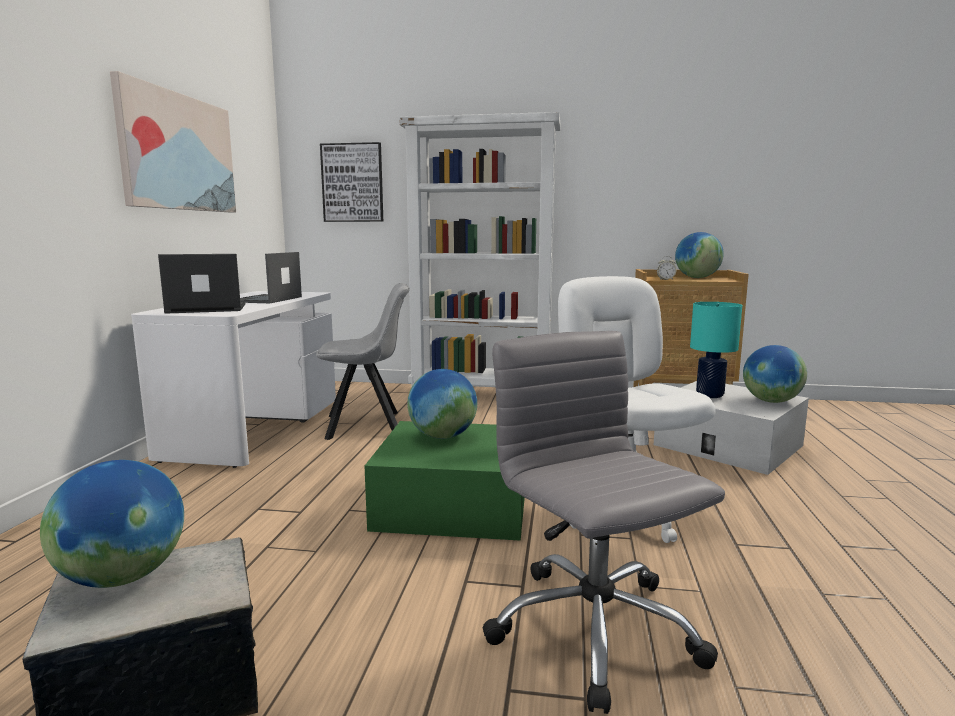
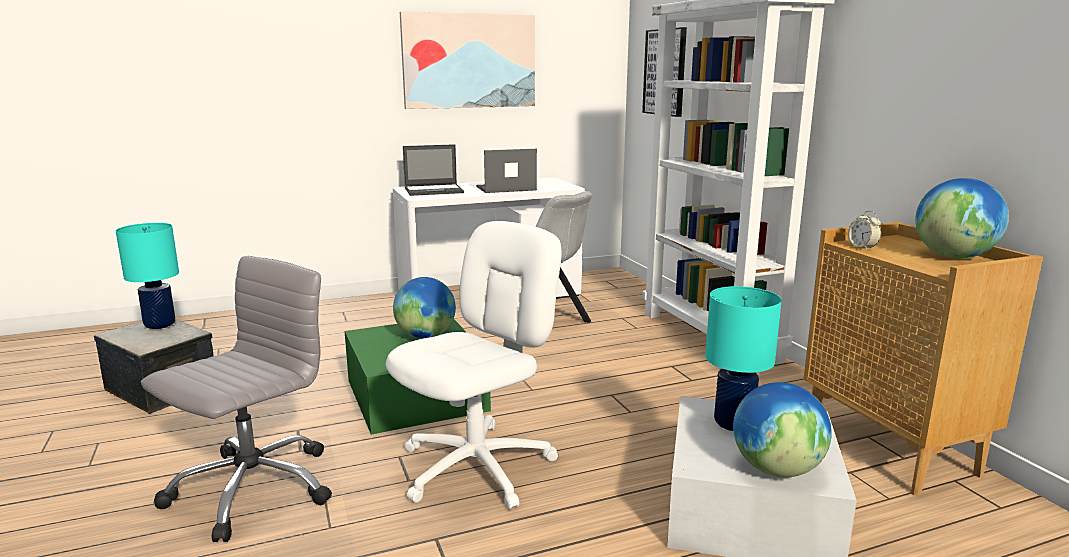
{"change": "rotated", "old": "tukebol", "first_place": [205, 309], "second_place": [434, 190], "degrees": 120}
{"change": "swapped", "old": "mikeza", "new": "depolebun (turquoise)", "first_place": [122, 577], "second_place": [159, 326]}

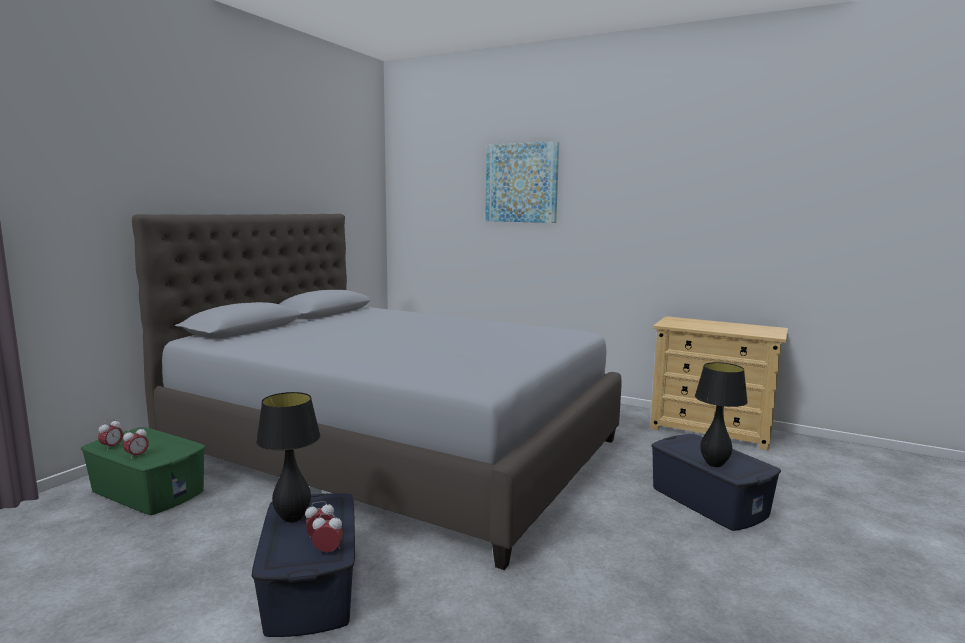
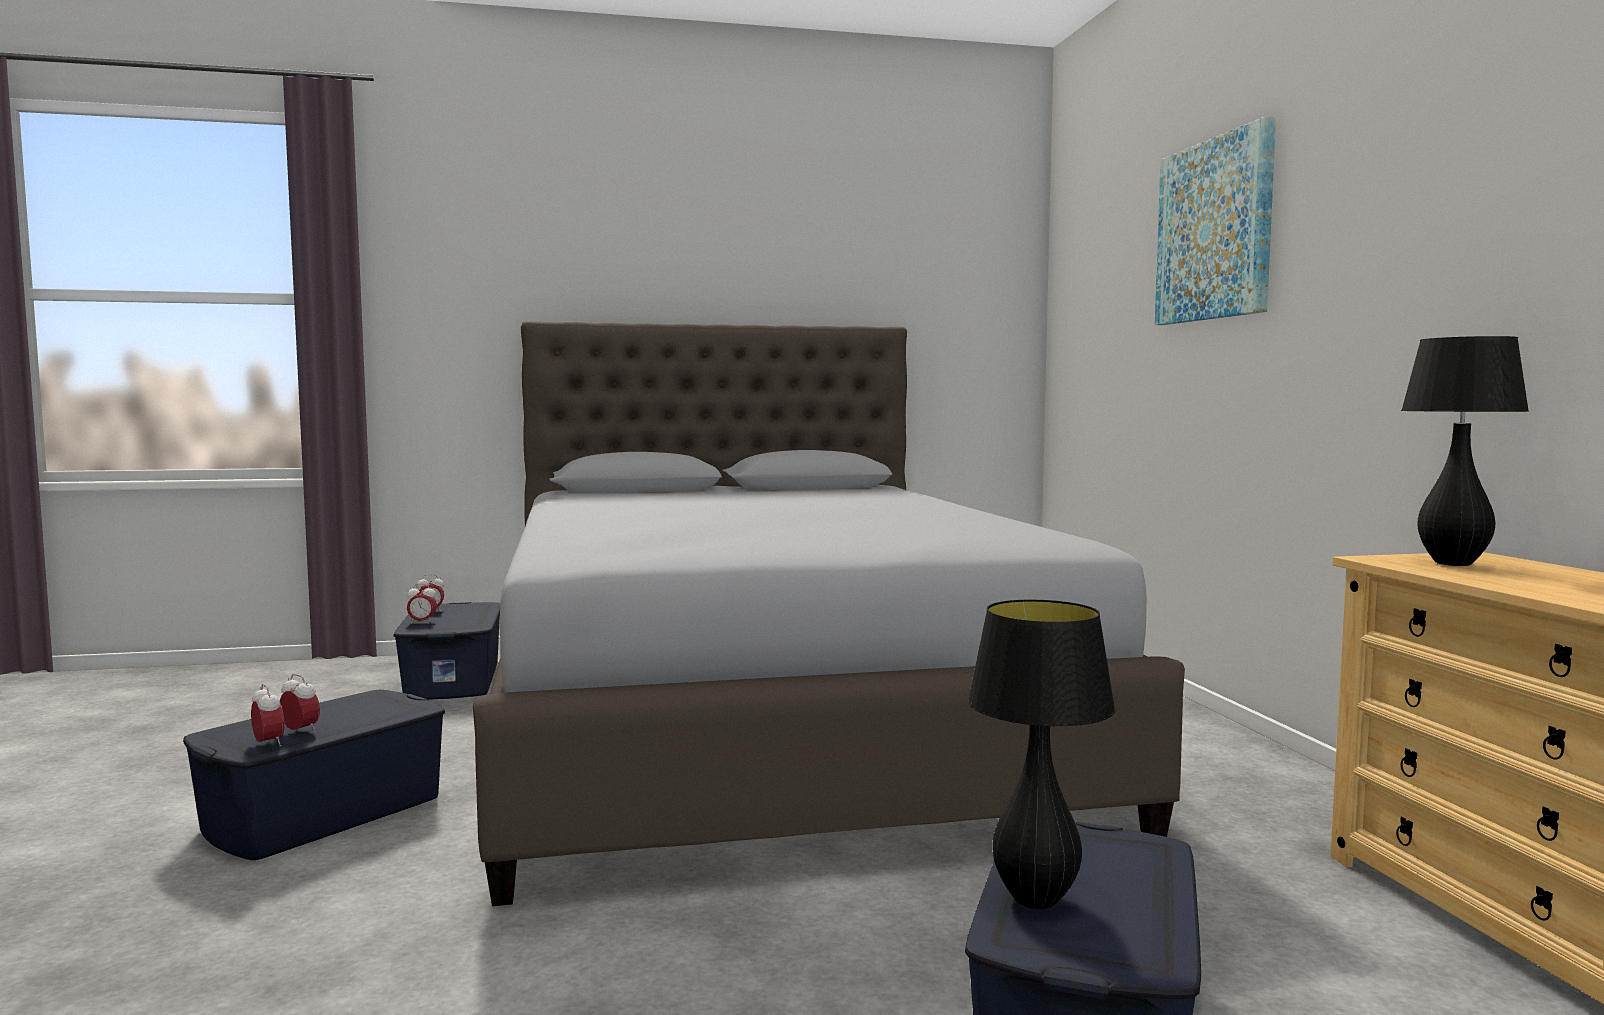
{"change": "shifted", "old": "depolebun (black)", "first_place": [293, 518], "second_place": [1453, 564]}
{"change": "repainted", "old": "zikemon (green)", "new": "zikemon (blue)", "first_place": [148, 491], "second_place": [454, 679]}

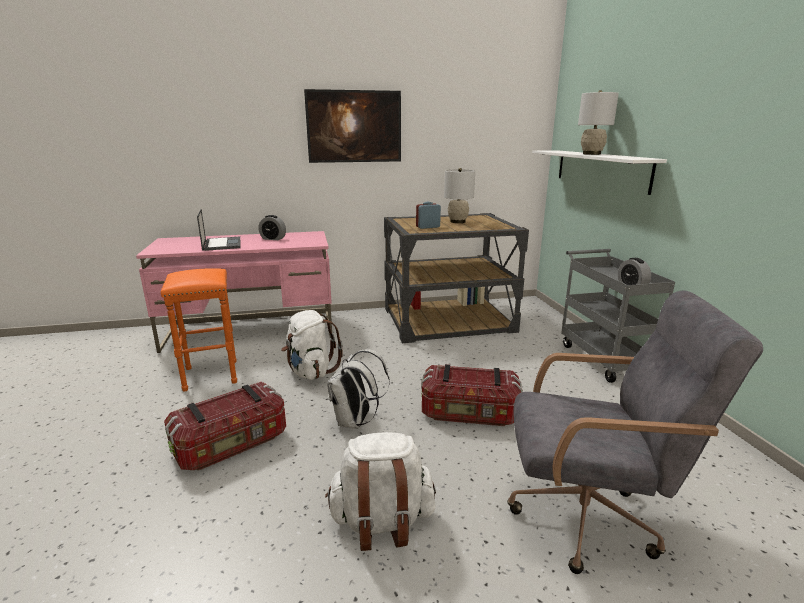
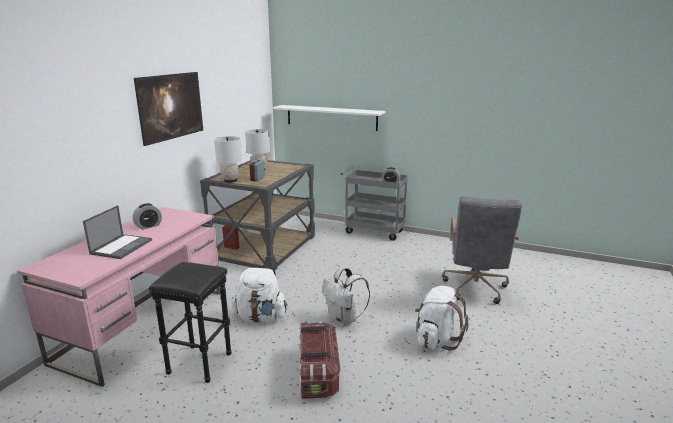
{"change": "shifted", "old": "depolebun (white)", "first_place": [591, 154], "second_place": [230, 180]}
{"change": "rotated", "old": "tukebol", "first_place": [221, 244], "second_place": [122, 246], "degrees": 90}
{"change": "repainted", "old": "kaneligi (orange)", "new": "kaneligi (black)", "first_place": [209, 376], "second_place": [200, 364]}
{"change": "rotated", "old": "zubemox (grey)", "first_place": [590, 519], "second_place": [475, 290], "degrees": 150}
{"change": "gone", "old": "zikemon", "first_place": [469, 414]}

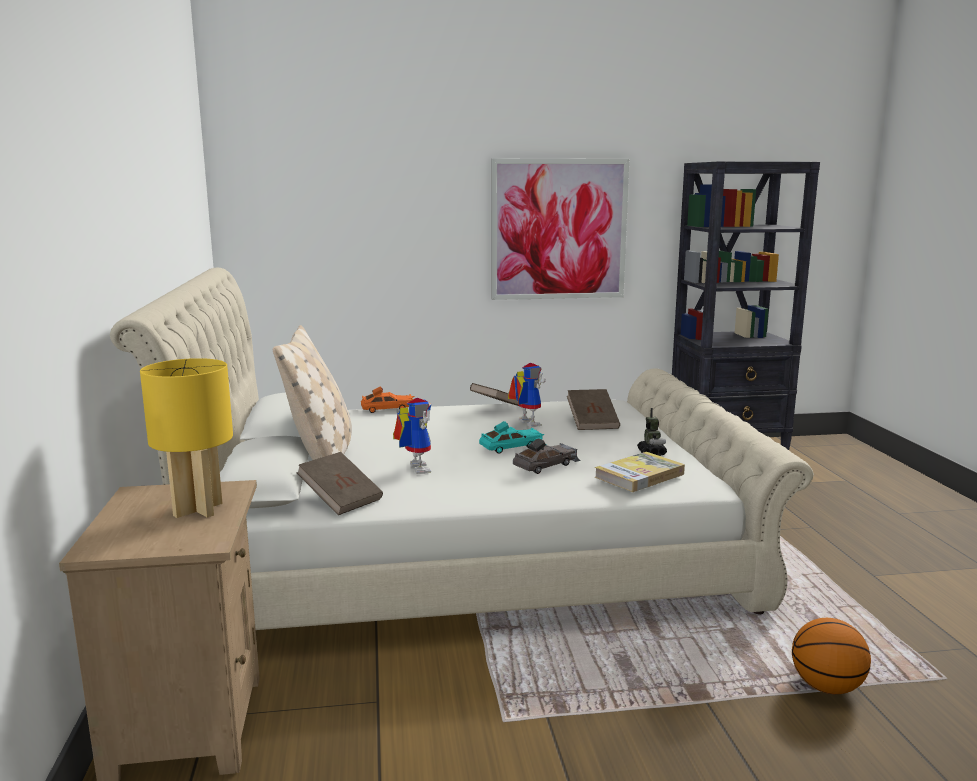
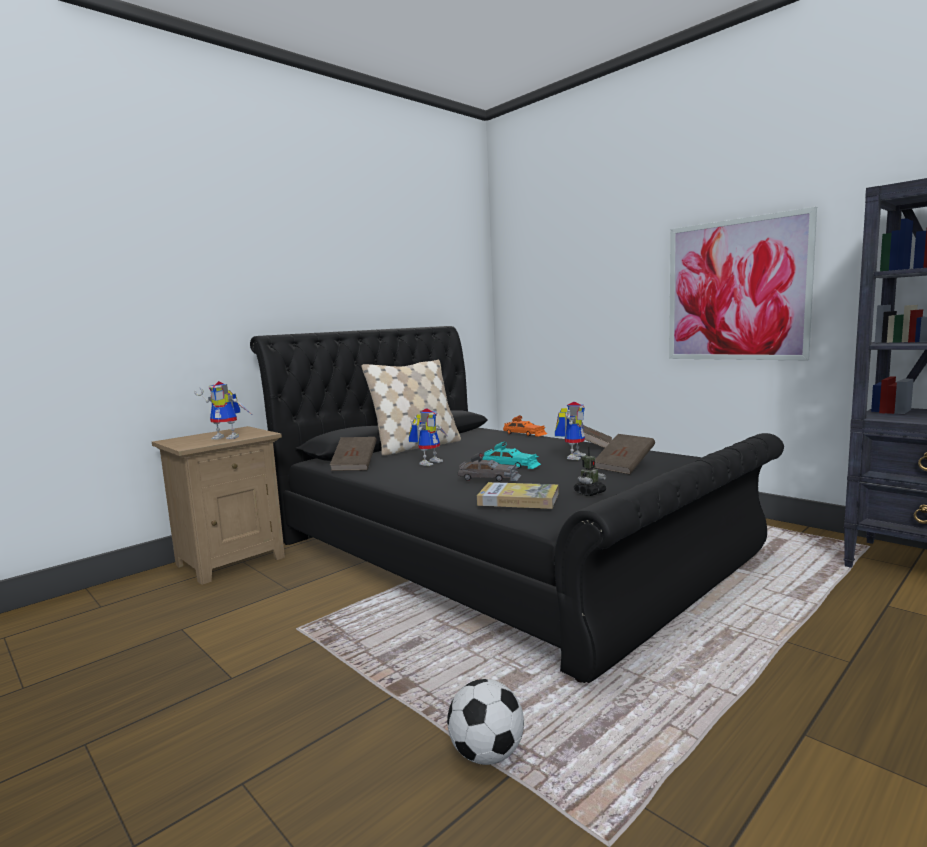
{"change": "repainted", "old": "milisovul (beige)", "new": "milisovul (black)", "first_place": [468, 549], "second_place": [498, 547]}
{"change": "swapped", "old": "depolebun (yellow)", "new": "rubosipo", "first_place": [199, 509], "second_place": [229, 437]}
{"change": "swapped", "old": "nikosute", "new": "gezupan", "first_place": [826, 687], "second_place": [487, 754]}

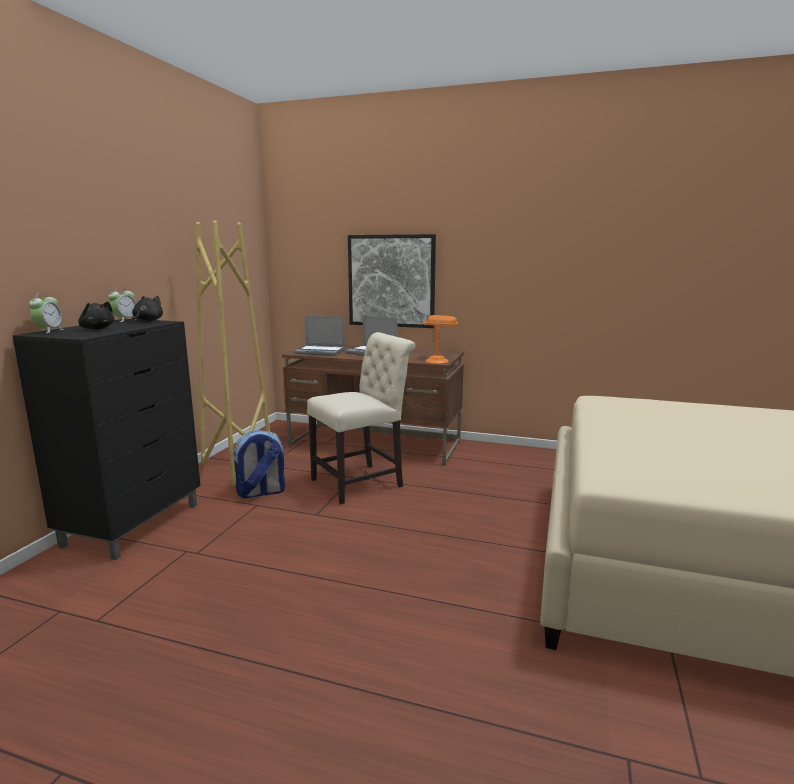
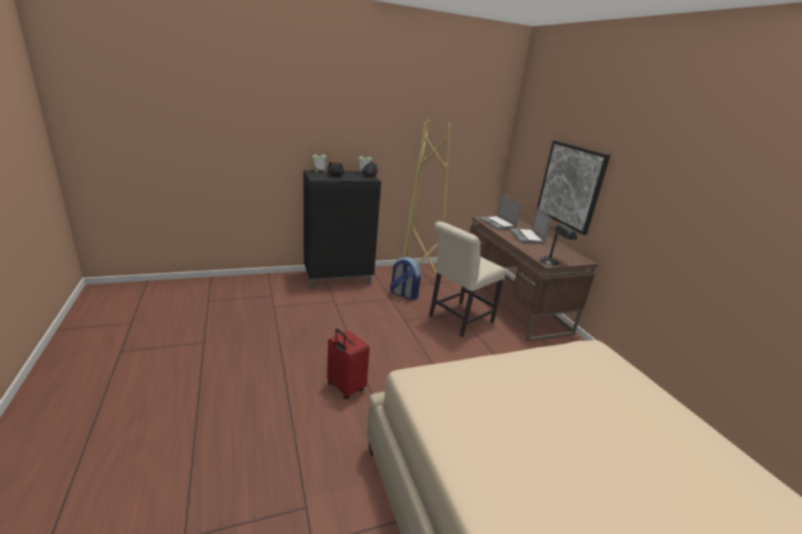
{"change": "repainted", "old": "depolebun (orange)", "new": "depolebun (black)", "first_place": [438, 360], "second_place": [552, 261]}
{"change": "rotated", "old": "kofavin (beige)", "first_place": [362, 482], "second_place": [457, 320], "degrees": 120}
{"change": "new", "new": "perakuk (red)", "second_place": [345, 388]}

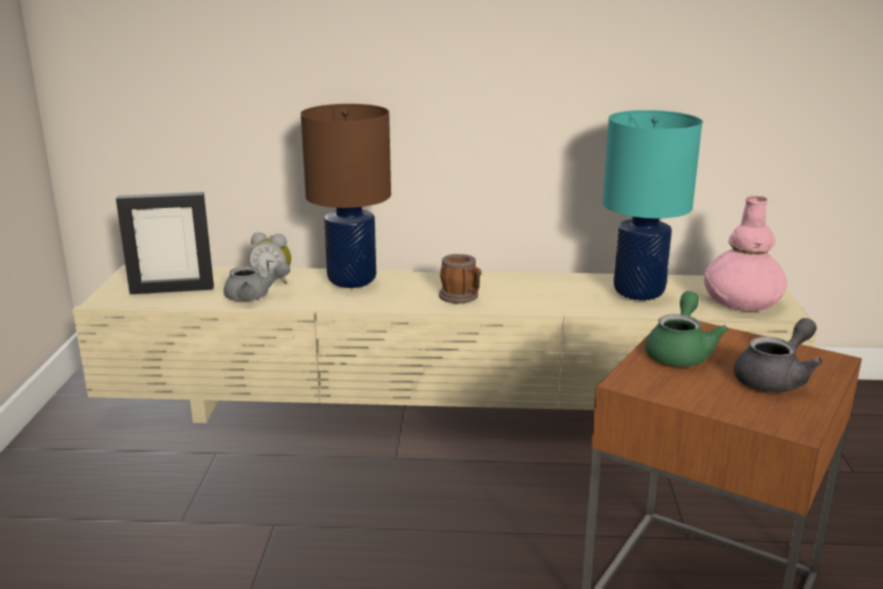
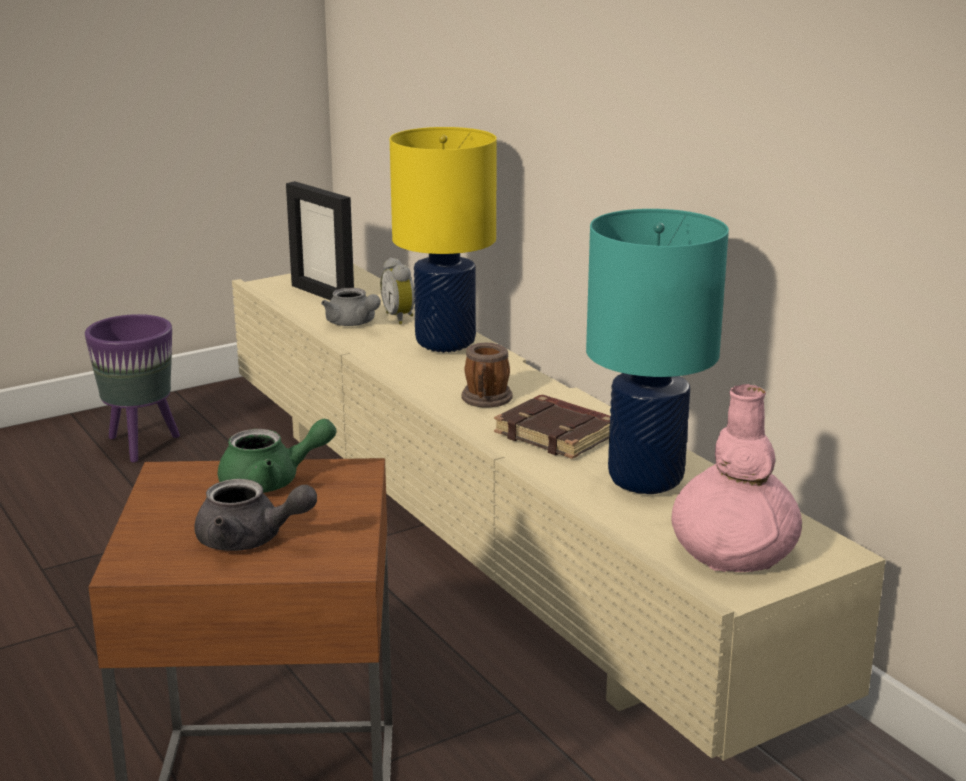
{"change": "repainted", "old": "depolebun (brown)", "new": "depolebun (yellow)", "first_place": [352, 283], "second_place": [445, 347]}
{"change": "new", "new": "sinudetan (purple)", "second_place": [141, 445]}
{"change": "new", "new": "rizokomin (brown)", "second_place": [558, 434]}

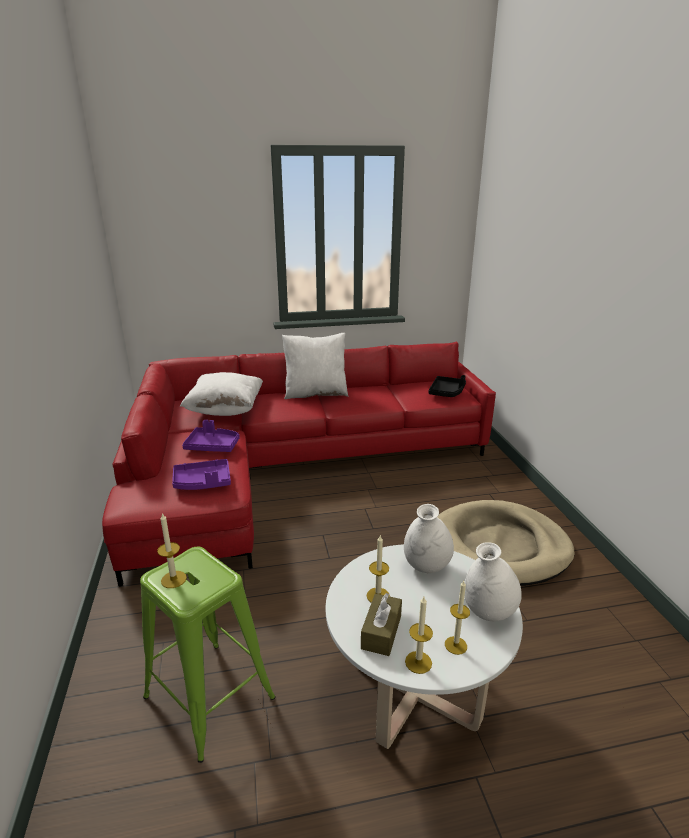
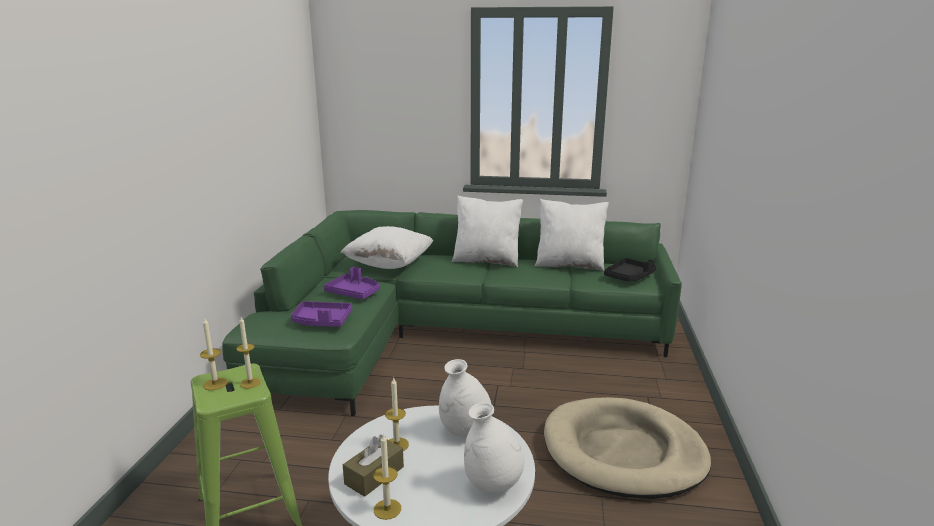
{"change": "repainted", "old": "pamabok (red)", "new": "pamabok (green)", "first_place": [291, 467], "second_place": [448, 333]}
{"change": "shifted", "old": "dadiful", "first_place": [455, 645], "second_place": [250, 383]}
{"change": "new", "new": "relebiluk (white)", "second_place": [569, 265]}

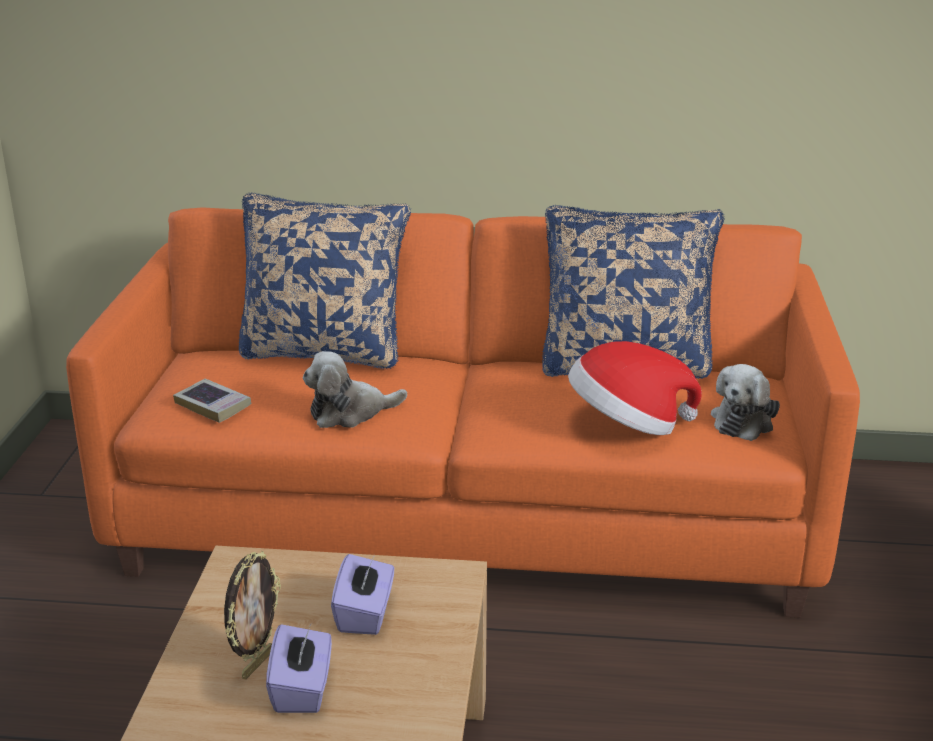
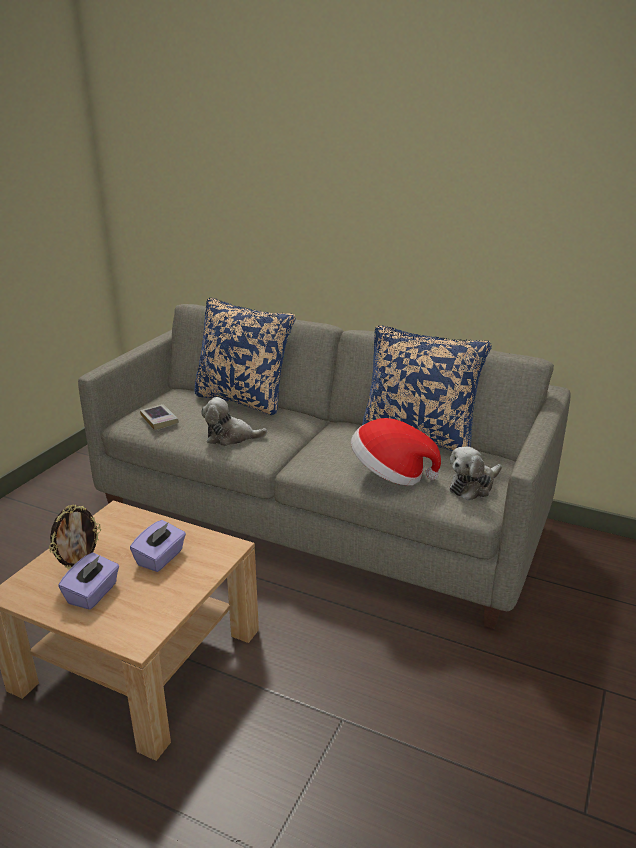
{"change": "repainted", "old": "pamabok (orange)", "new": "pamabok (grey)", "first_place": [468, 517], "second_place": [319, 517]}

